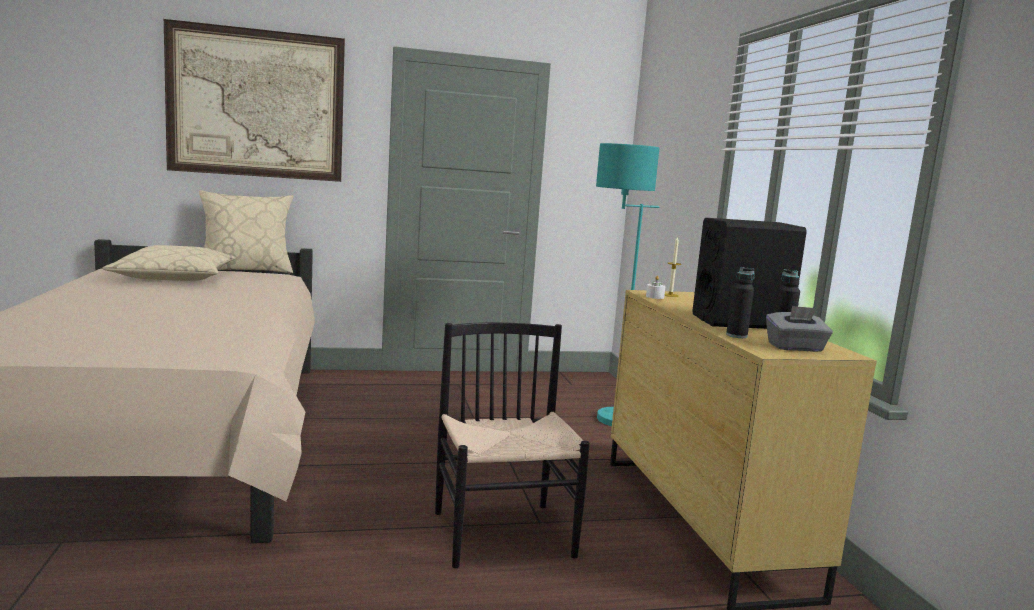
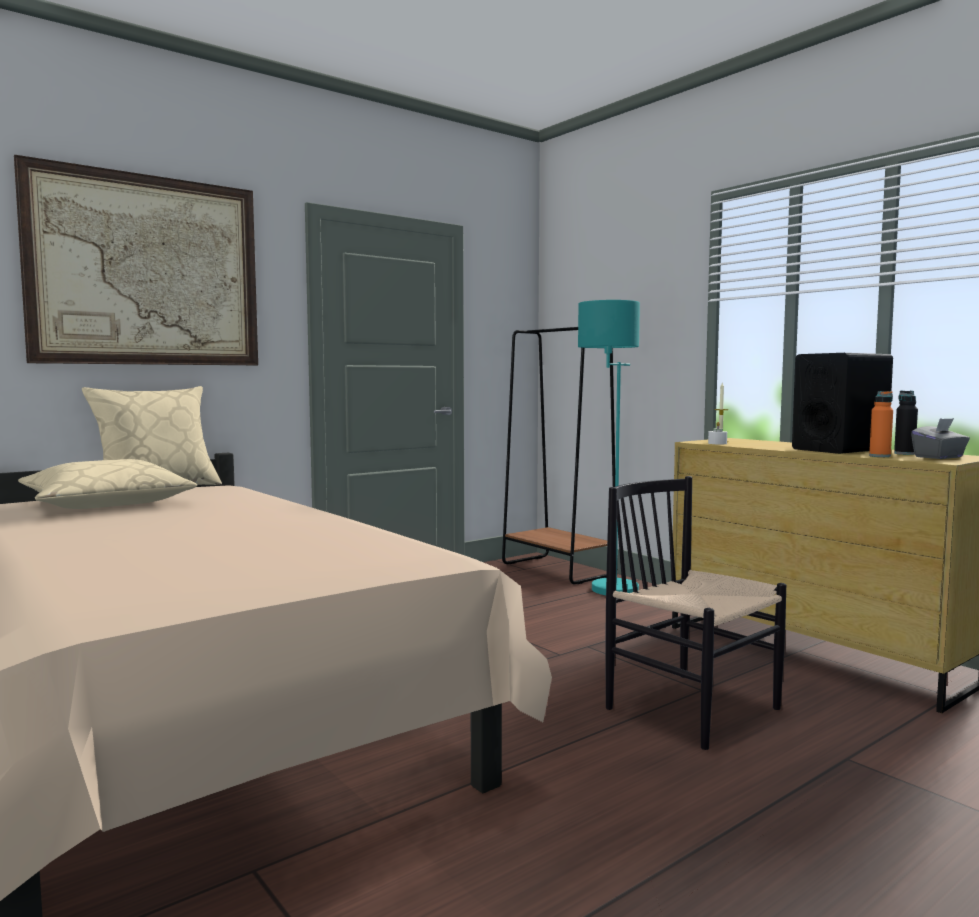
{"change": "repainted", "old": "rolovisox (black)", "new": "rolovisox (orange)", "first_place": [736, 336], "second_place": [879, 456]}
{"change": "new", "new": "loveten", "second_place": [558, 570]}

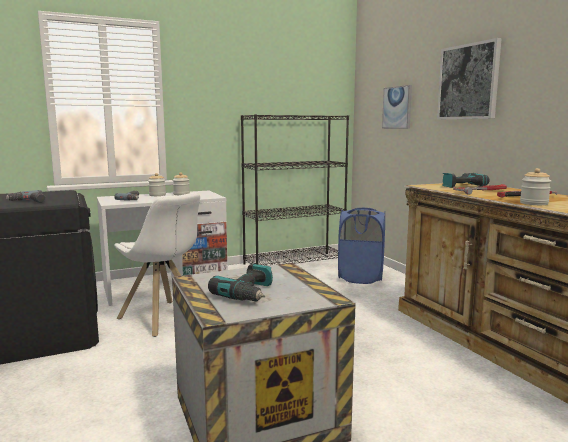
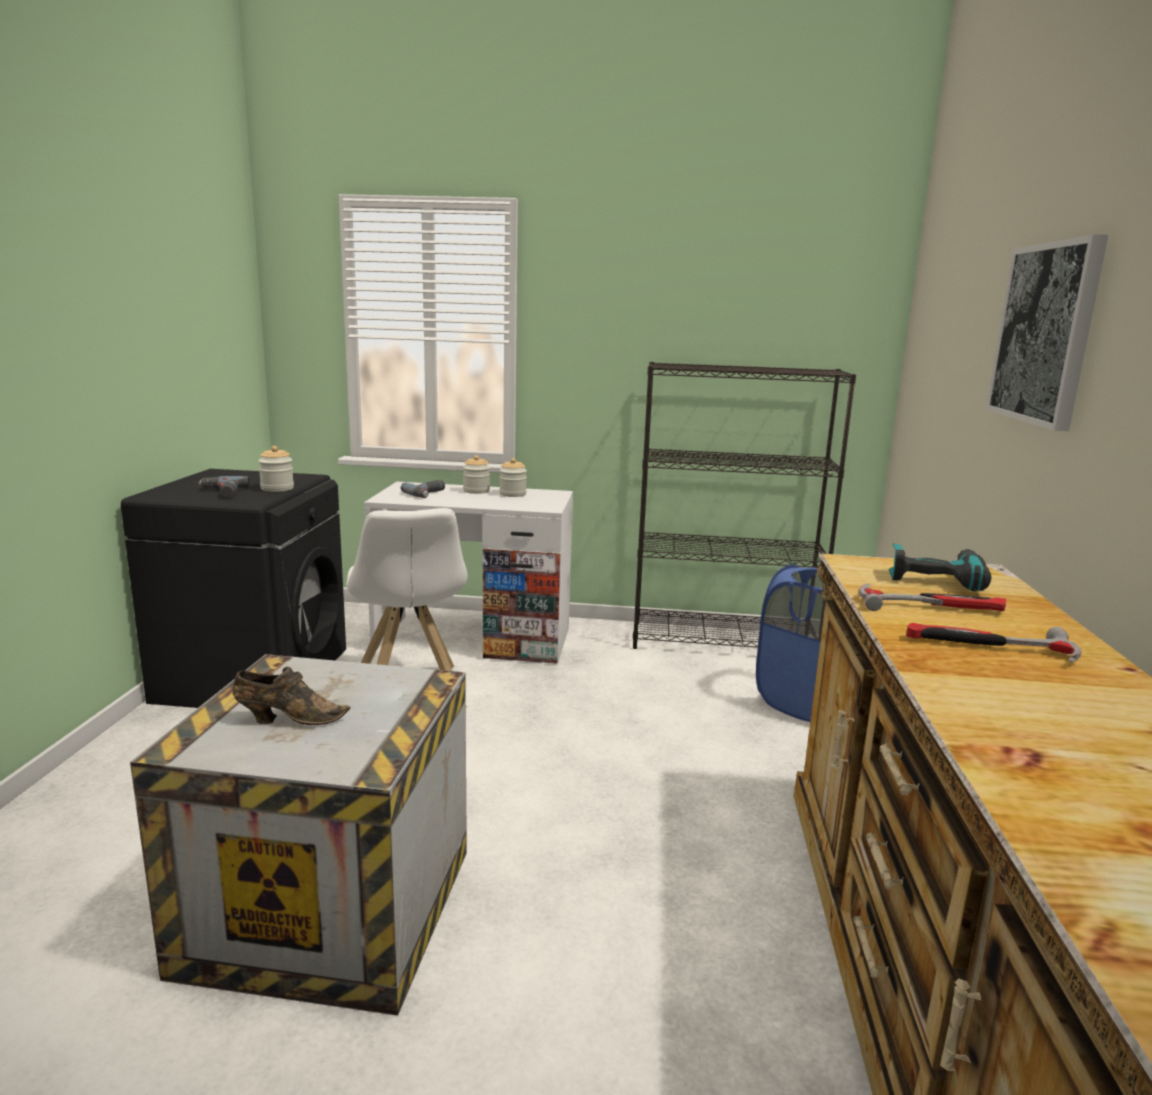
{"change": "gone", "old": "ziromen", "first_place": [397, 107]}
{"change": "shifted", "old": "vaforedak", "first_place": [534, 203], "second_place": [277, 488]}
{"change": "swapped", "old": "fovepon", "new": "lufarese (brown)", "first_place": [249, 294], "second_place": [288, 719]}

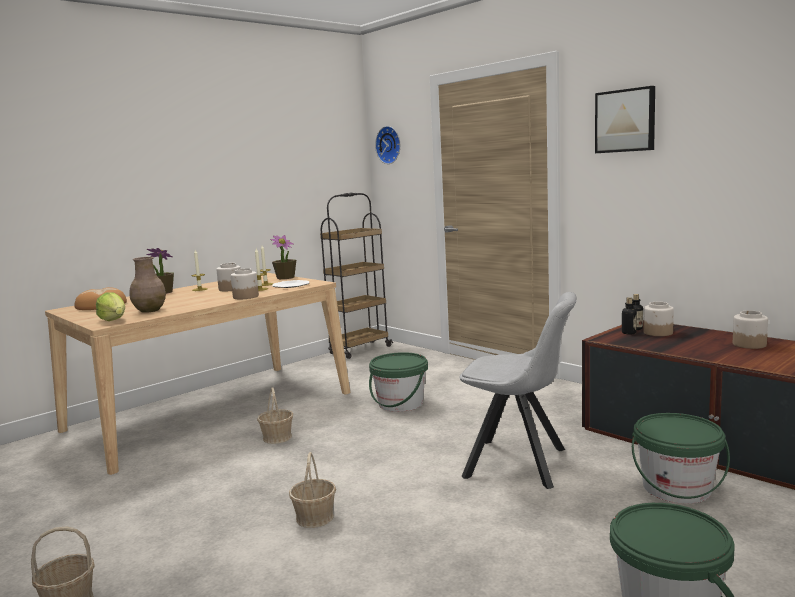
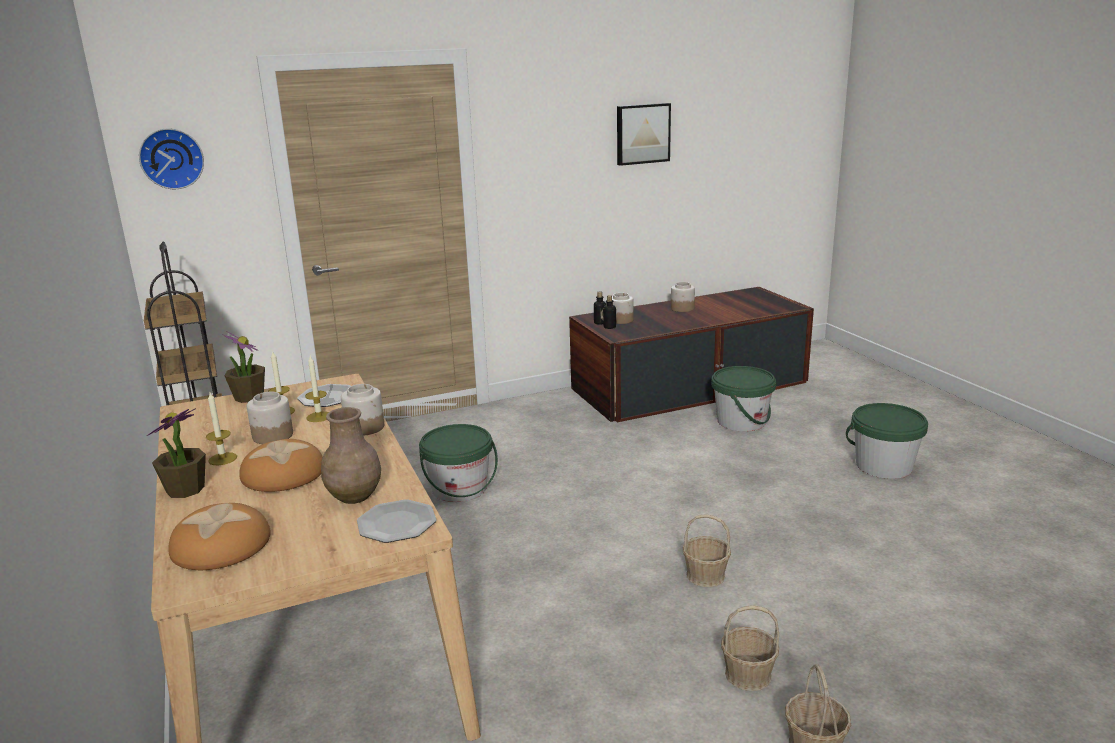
{"change": "shifted", "old": "ziromen", "first_place": [625, 121], "second_place": [642, 133]}
{"change": "swapped", "old": "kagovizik", "new": "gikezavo", "first_place": [114, 320], "second_place": [396, 523]}
{"change": "gone", "old": "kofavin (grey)", "first_place": [518, 463]}
{"change": "shifted", "old": "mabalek", "first_place": [277, 437], "second_place": [747, 674]}
{"change": "new", "new": "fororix", "second_place": [284, 473]}

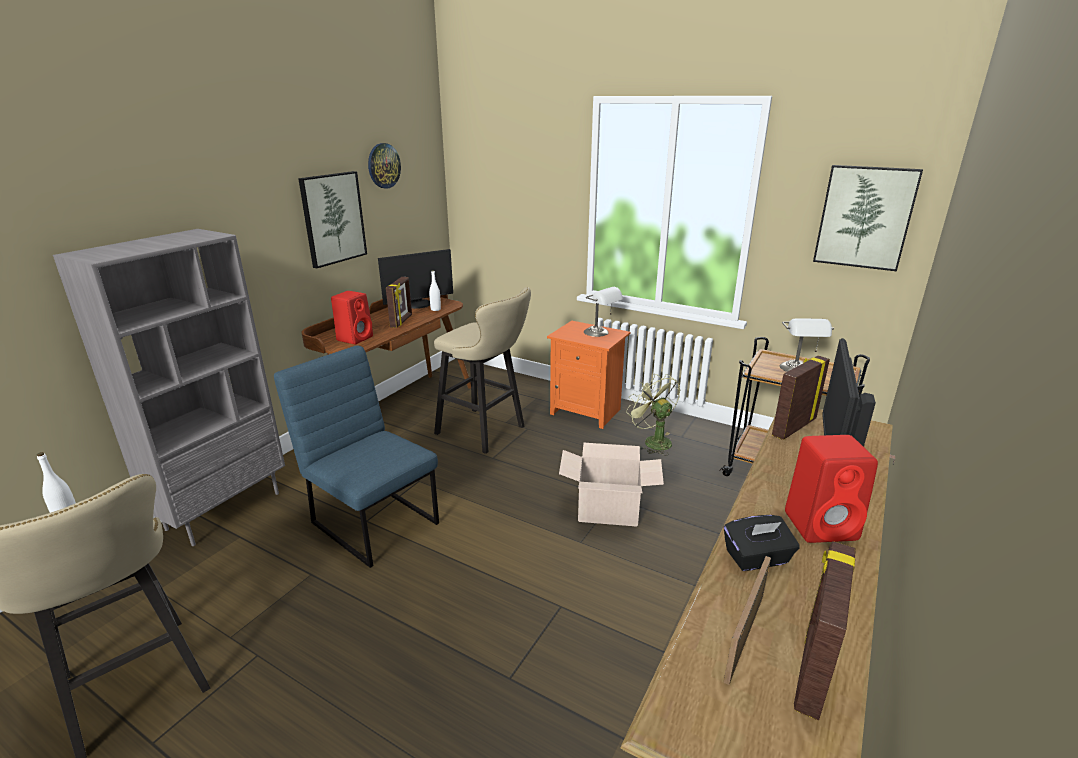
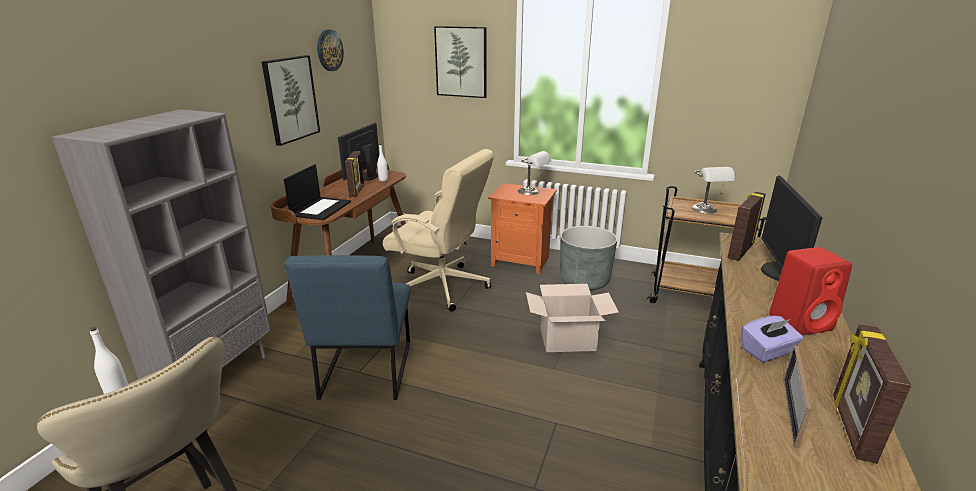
{"change": "shifted", "old": "ziromen", "first_place": [865, 217], "second_place": [461, 62]}
{"change": "rotated", "old": "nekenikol", "first_place": [418, 304], "second_place": [365, 176], "degrees": 150}
{"change": "swapped", "old": "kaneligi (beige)", "new": "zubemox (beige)", "first_place": [487, 433], "second_place": [442, 286]}
{"change": "swapped", "old": "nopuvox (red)", "new": "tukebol", "first_place": [355, 338], "second_place": [321, 208]}
{"change": "rotated", "old": "kofavin (blue)", "first_place": [373, 521], "second_place": [365, 371], "degrees": -120}
{"change": "swapped", "old": "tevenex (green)", "new": "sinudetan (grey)", "first_place": [652, 441], "second_place": [584, 280]}
{"change": "repainted", "old": "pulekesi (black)", "new": "pulekesi (purple)", "first_place": [757, 558], "second_place": [767, 351]}

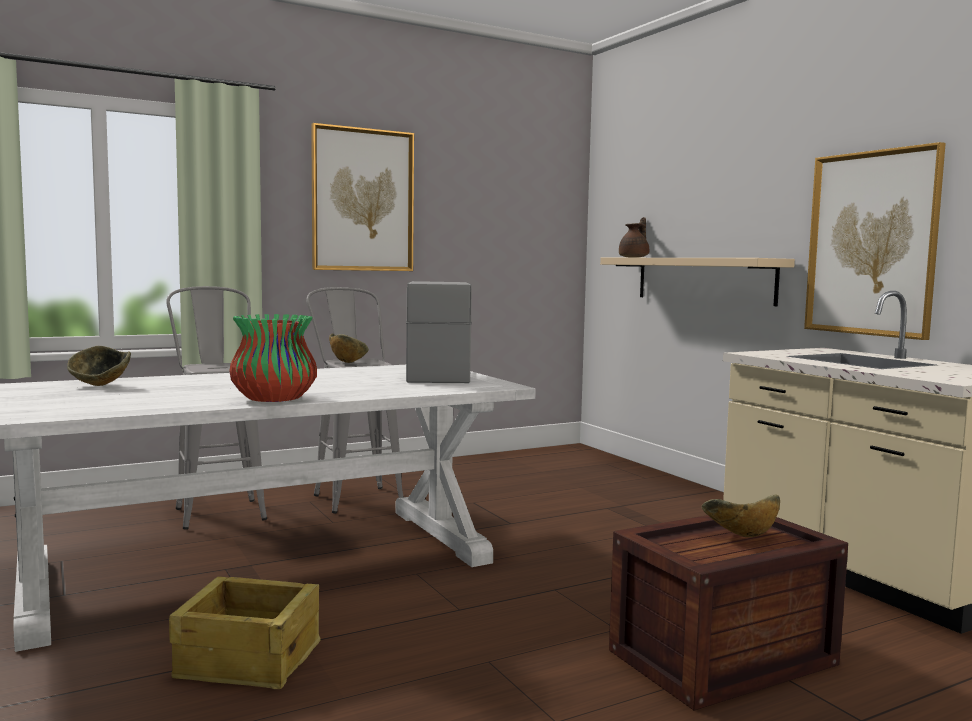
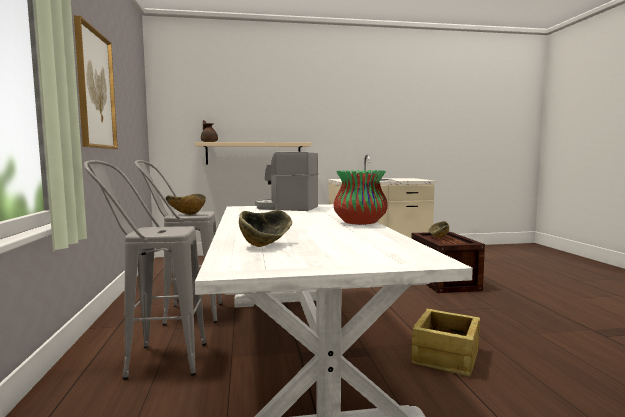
{"change": "gone", "old": "ziromen", "first_place": [871, 243]}

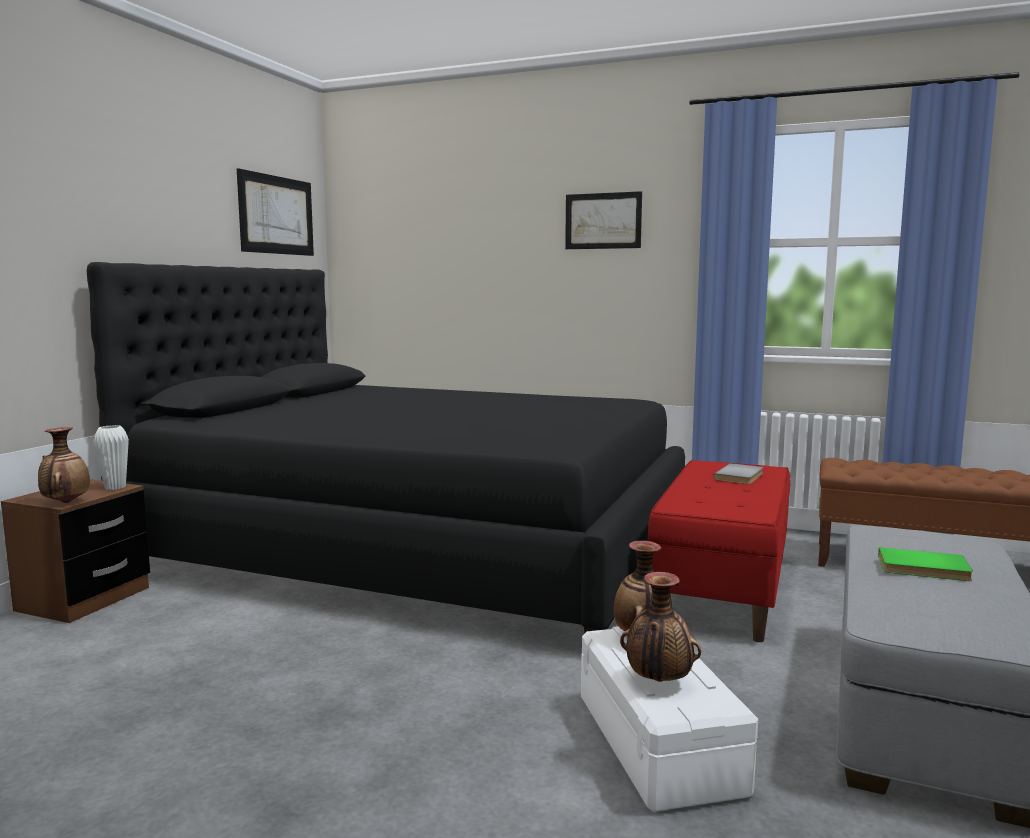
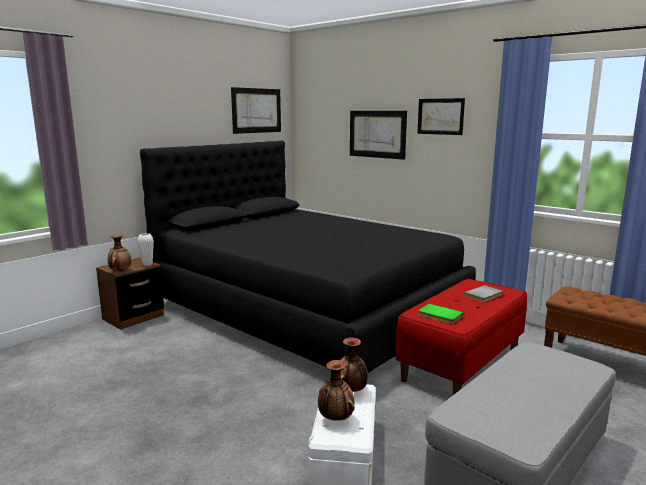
{"change": "shifted", "old": "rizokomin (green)", "first_place": [923, 569], "second_place": [439, 316]}
{"change": "new", "new": "ziromen", "second_place": [377, 134]}

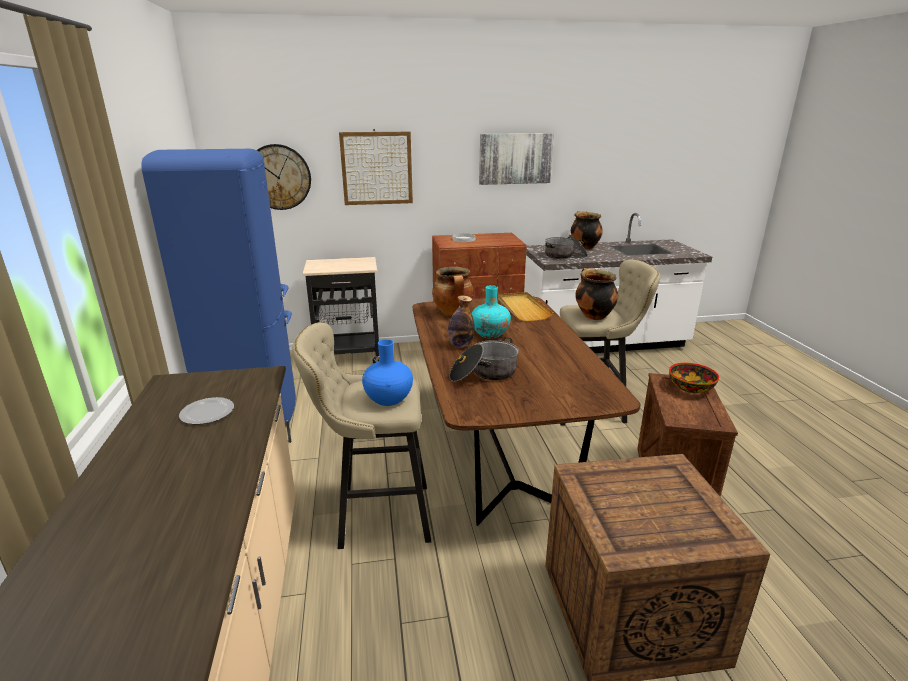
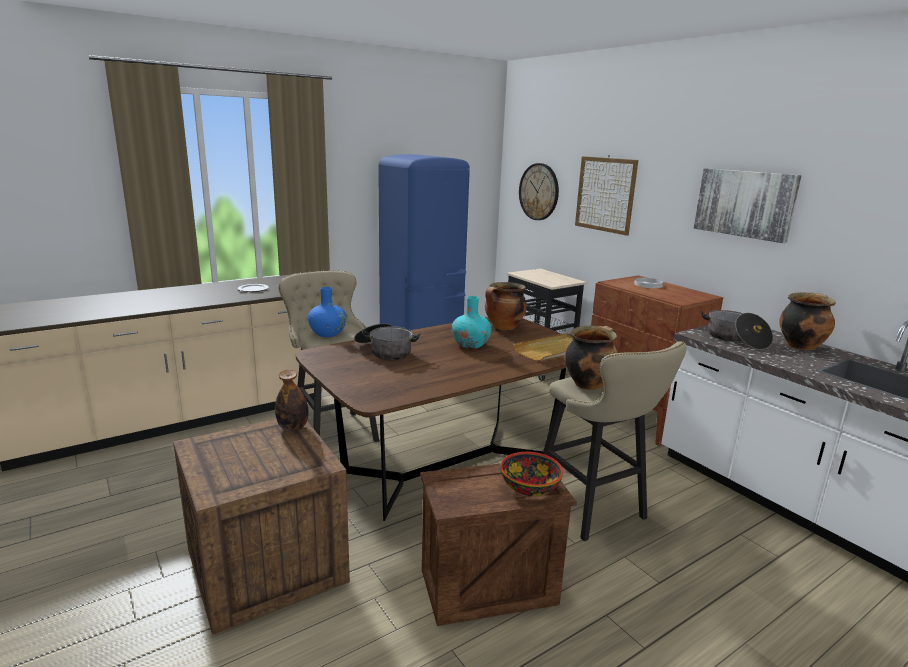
{"change": "shifted", "old": "rolovisox", "first_place": [460, 345], "second_place": [293, 428]}

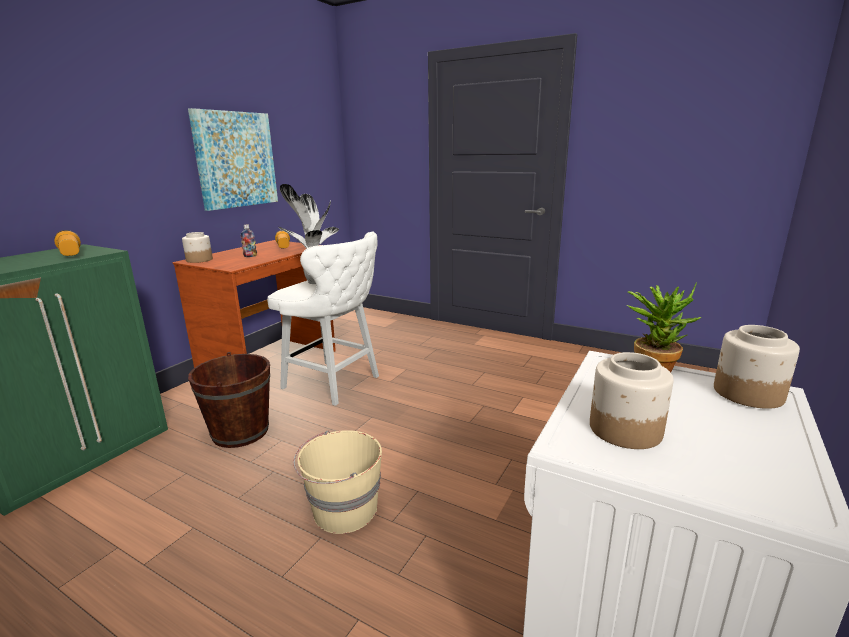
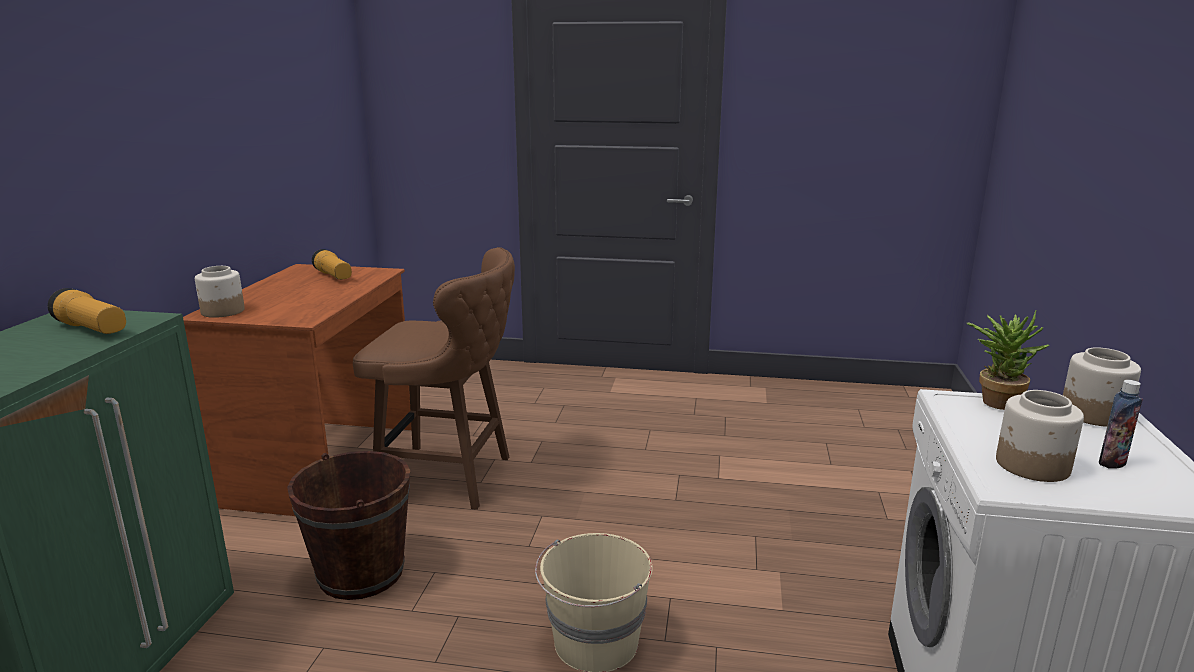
{"change": "gone", "old": "ziromen", "first_place": [235, 160]}
{"change": "gone", "old": "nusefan", "first_place": [314, 282]}
{"change": "shifted", "old": "rolovisox", "first_place": [250, 256], "second_place": [1112, 463]}
{"change": "repainted", "old": "kaneligi (white)", "new": "kaneligi (brown)", "first_place": [334, 383], "second_place": [451, 477]}

